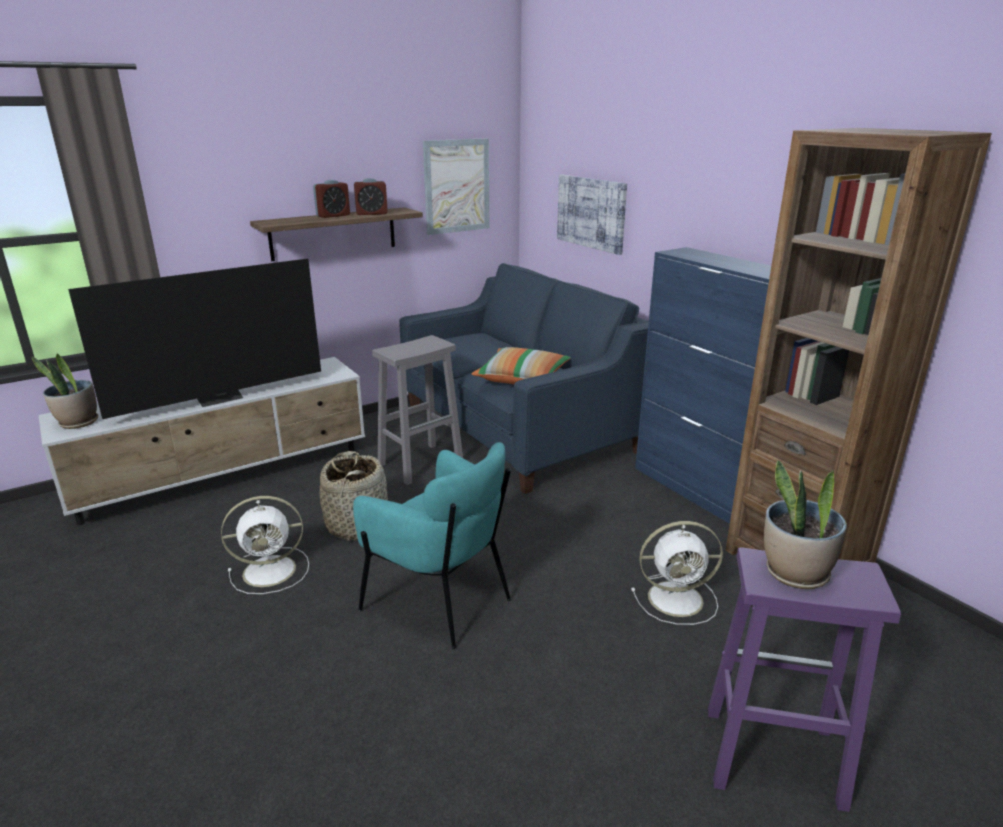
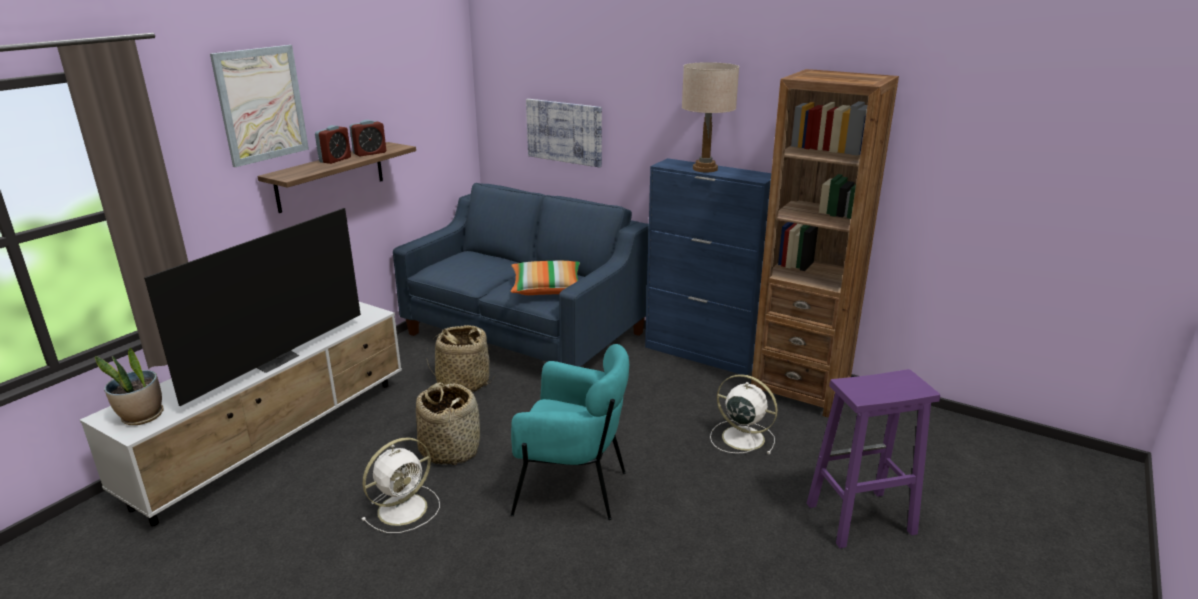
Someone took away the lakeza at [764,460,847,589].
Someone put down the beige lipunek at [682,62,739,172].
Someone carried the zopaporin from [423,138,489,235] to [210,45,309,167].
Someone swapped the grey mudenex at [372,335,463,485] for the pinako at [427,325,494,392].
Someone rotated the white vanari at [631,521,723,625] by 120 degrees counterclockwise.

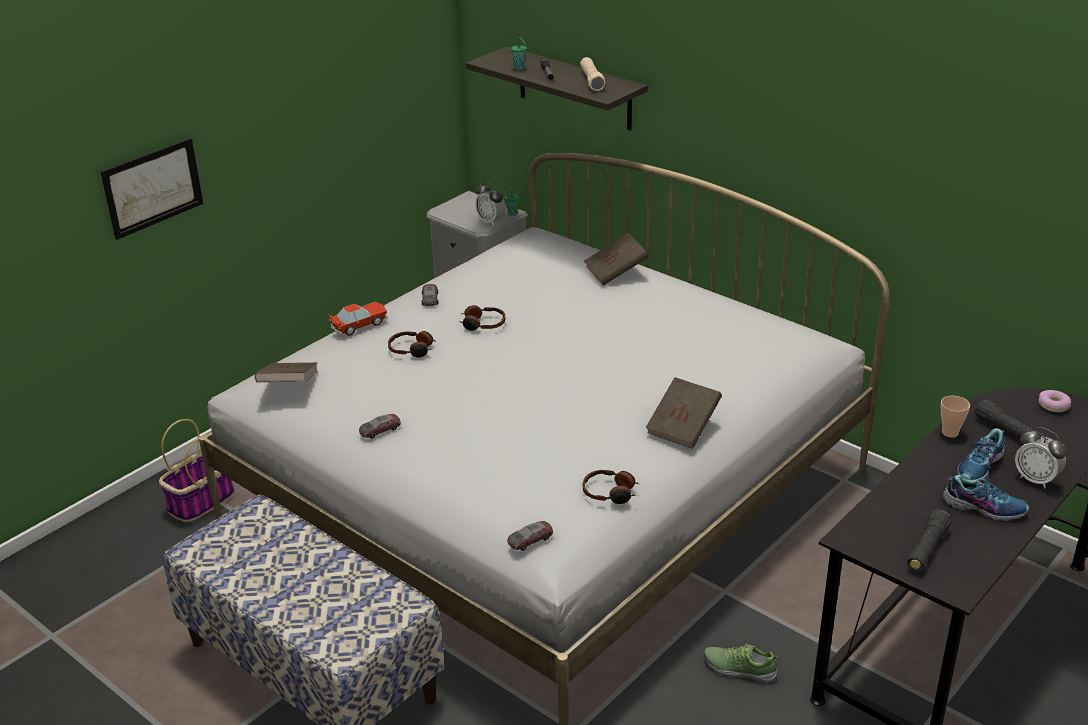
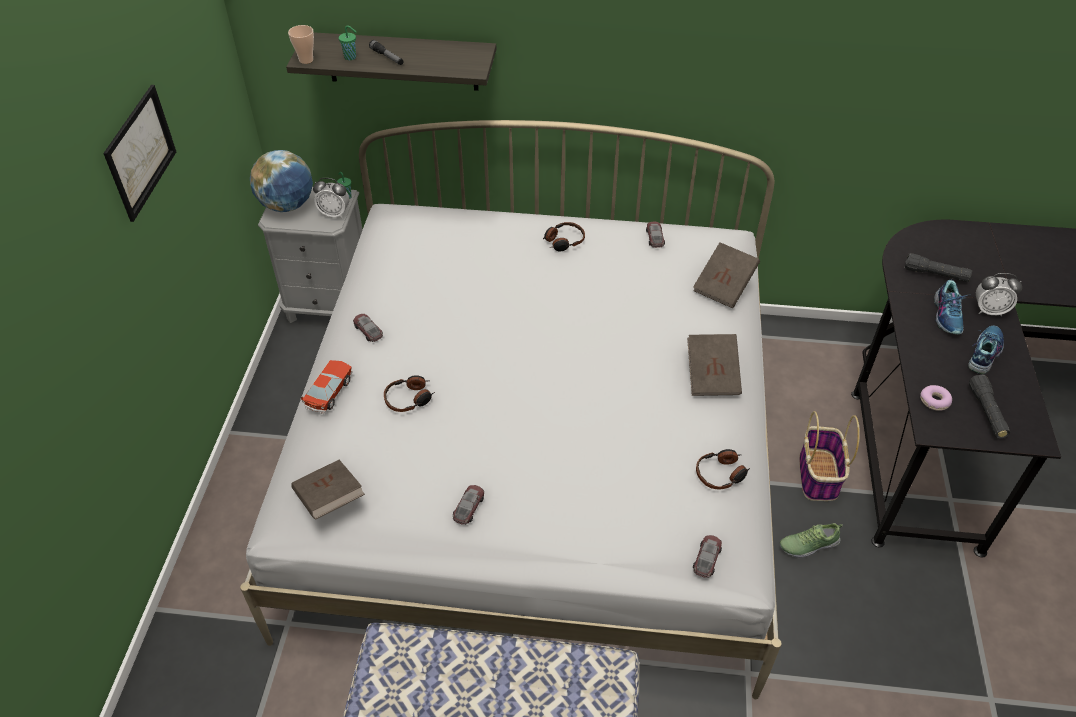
Someone took away the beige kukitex at [580,57,606,91].
Someone put down the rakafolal at [250,150,313,212].
Someone put down the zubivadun at [646,222,665,248].
Someone carried the zopaporin from [100,138,203,240] to [103,85,176,222].
Someone carried the pinako from [159,419,235,522] to [799,411,860,501].
Someone carried the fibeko from [461,305,505,331] to [542,222,585,251].
Someone carried the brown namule from [584,233,649,286] to [693,242,760,308].
Someone carried the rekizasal from [941,396,970,437] to [288,25,314,64].
Someone carried the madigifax from [1039,390,1071,412] to [920,385,952,411].
Someone rotated the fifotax at [943,473,1029,522] by 45 degrees counterclockwise.

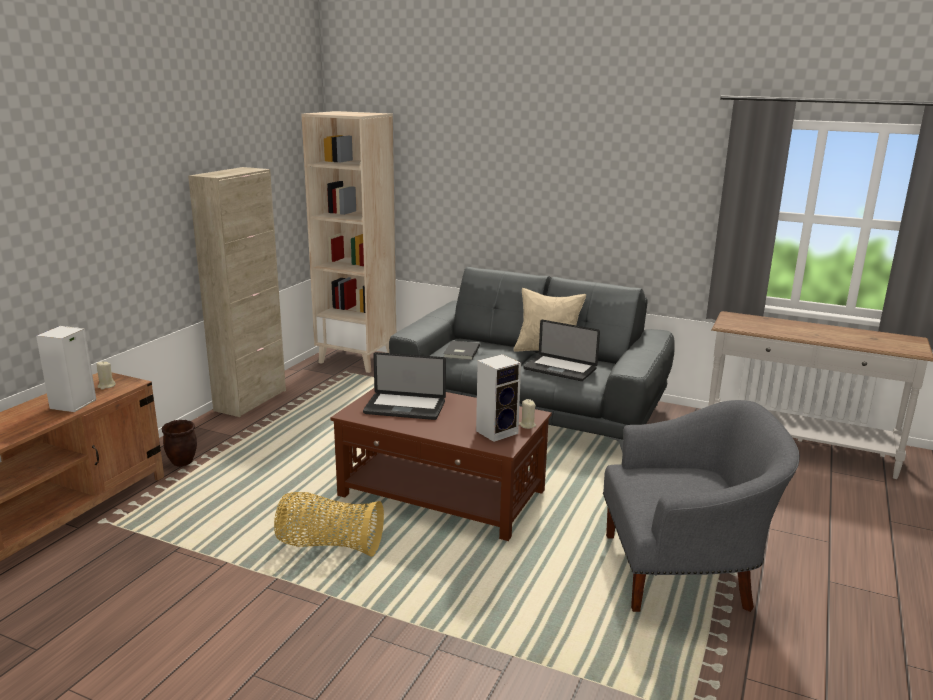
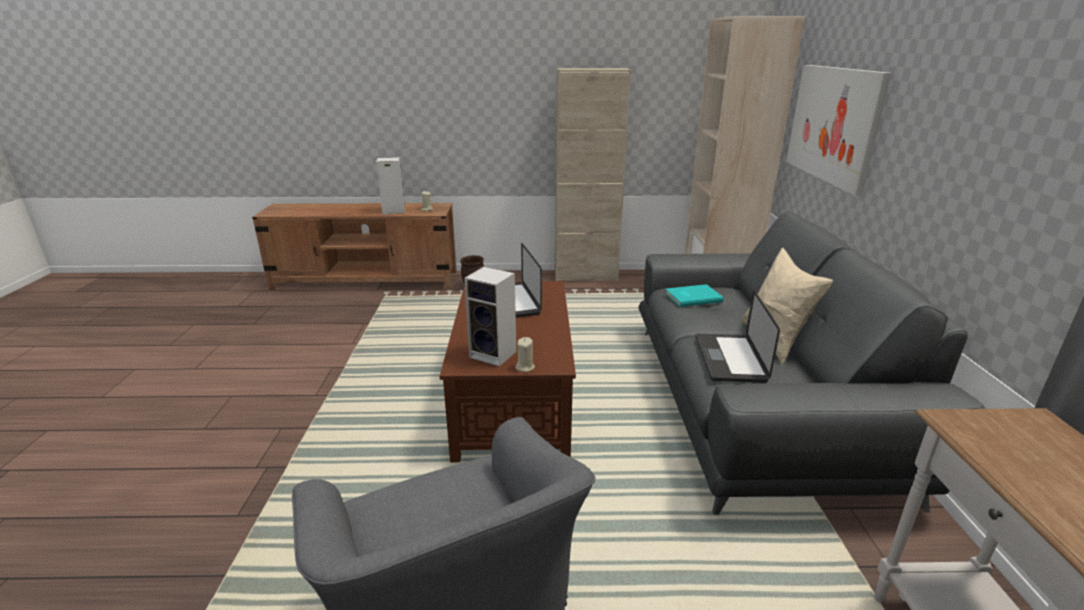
Someone took away the pinako at [274,492,384,557].
Someone put up the zopaporin at [786,65,892,196].
Someone repainted the grey namule at [443,341,480,360], which became the turquoise namule at [665,284,724,307].

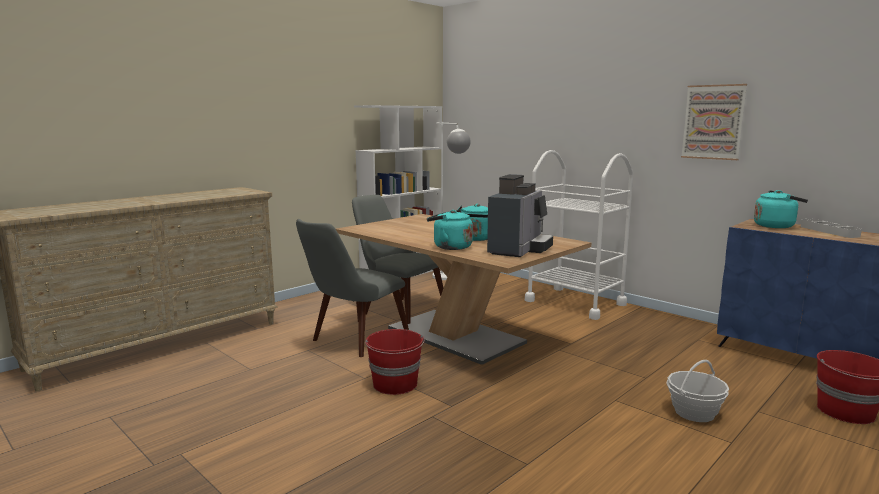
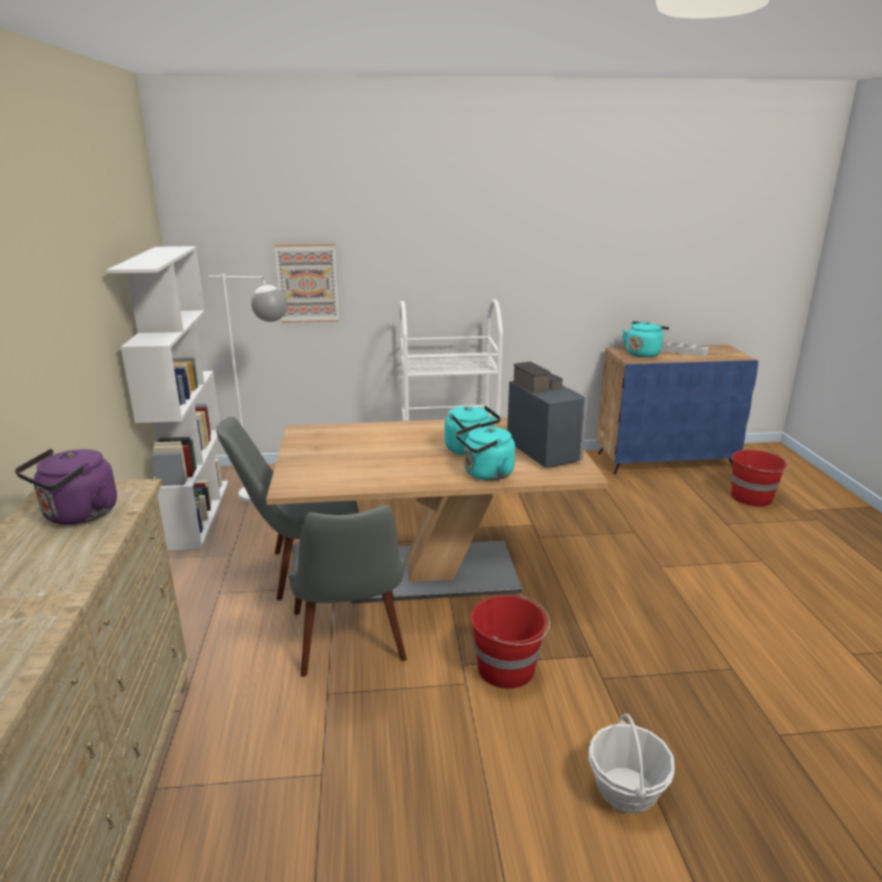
Someone put down the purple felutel at [15,449,117,525].
Someone carried the pinako from [666,360,729,422] to [588,713,675,813].
Someone carried the zopaporin from [681,84,747,160] to [274,244,339,323].

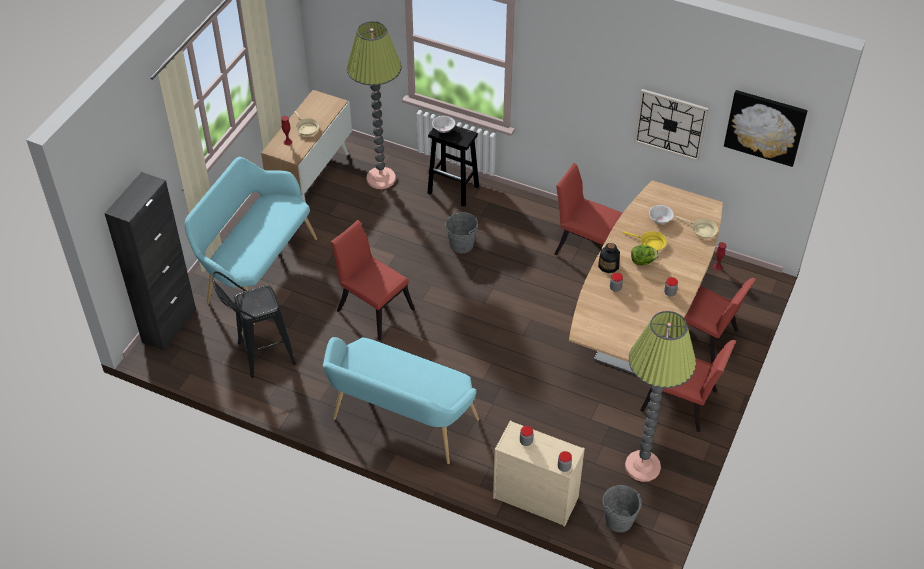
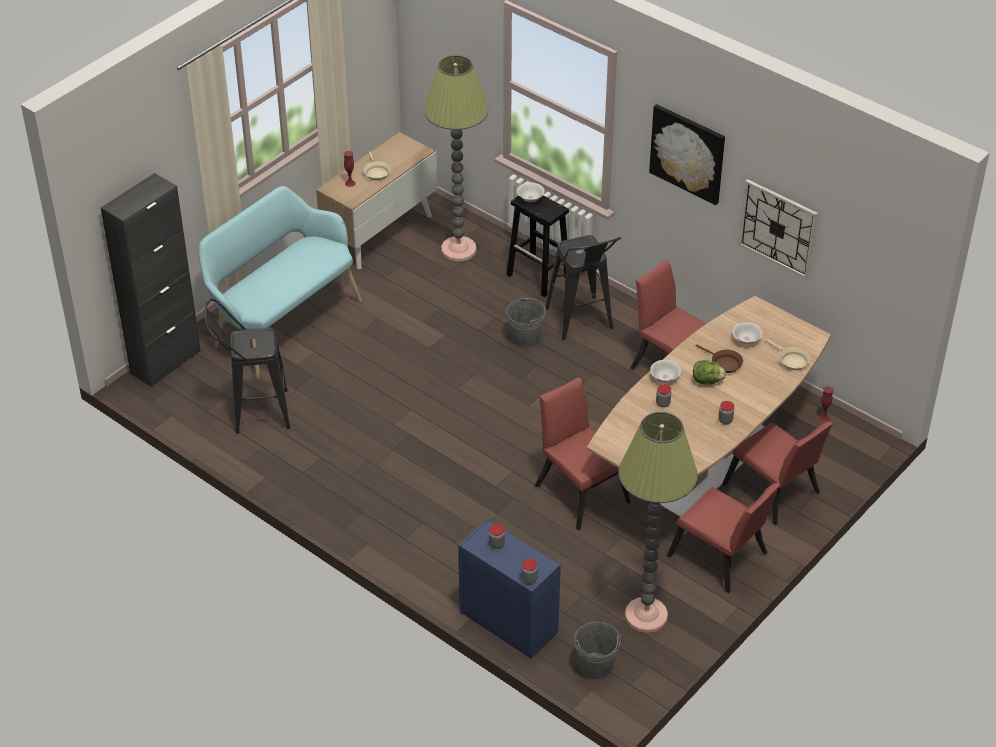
Someone took away the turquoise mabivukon at [323,337,479,464].
Someone put down the black mudenex at [546,235,621,340].
Someone carried the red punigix from [331,220,415,340] to [535,377,631,531].
Someone carried the zopaporin from [724,90,808,167] to [649,104,725,205].
Someone swapped the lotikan at [598,243,620,273] for the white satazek at [650,360,681,383].
Someone repainted the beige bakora at [493,420,585,527], which became the blue bakora at [458,519,561,659].
Someone repainted the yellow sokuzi at [623,231,667,251], which became the brown sokuzi at [696,344,743,373].

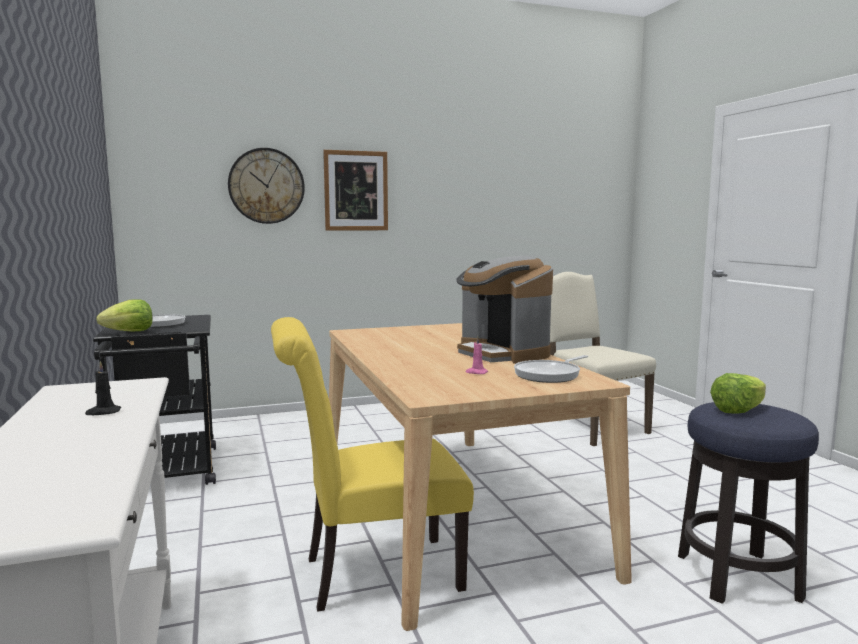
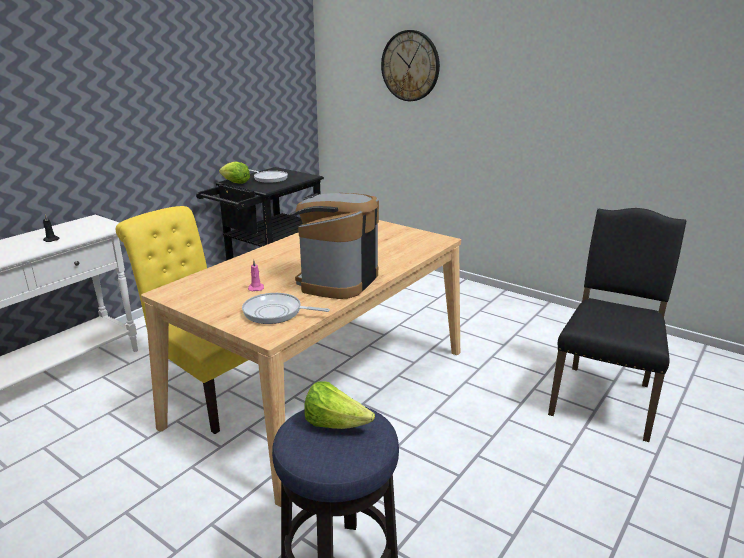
Someone took away the zopaporin at [323,150,388,231].
Someone repainted the beige punigix at [550,272,656,446], which became the black punigix at [548,208,686,442].

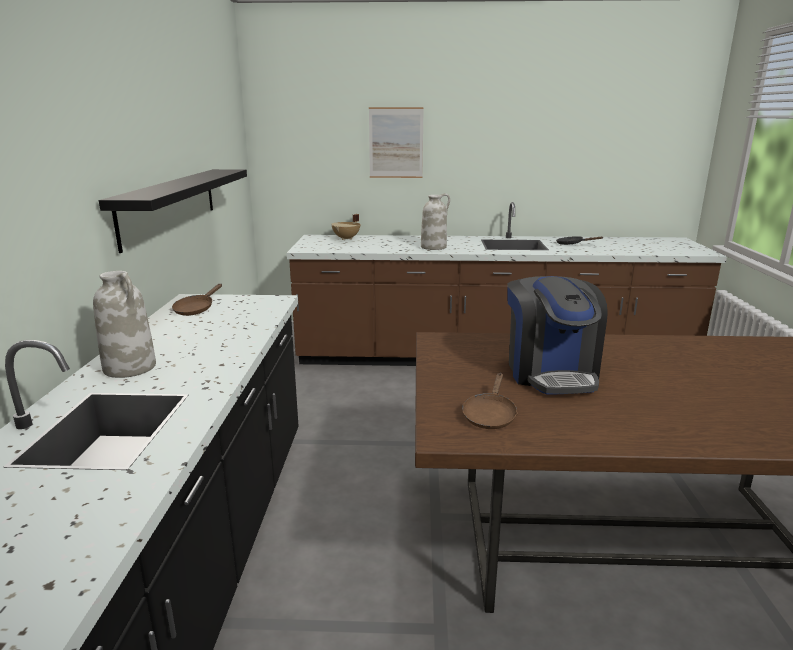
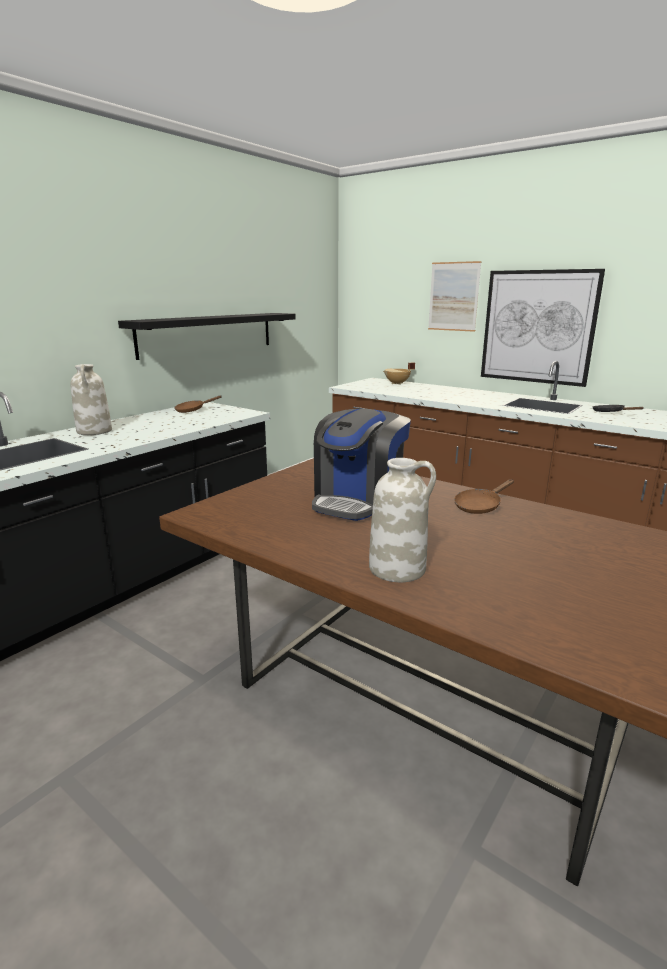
Someone put up the zopaporin at [481,269,605,387].
Someone carried the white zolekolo from [421,193,450,250] to [369,458,436,582].
Someone carried the brown sokuzi from [462,373,518,429] to [454,479,514,514].

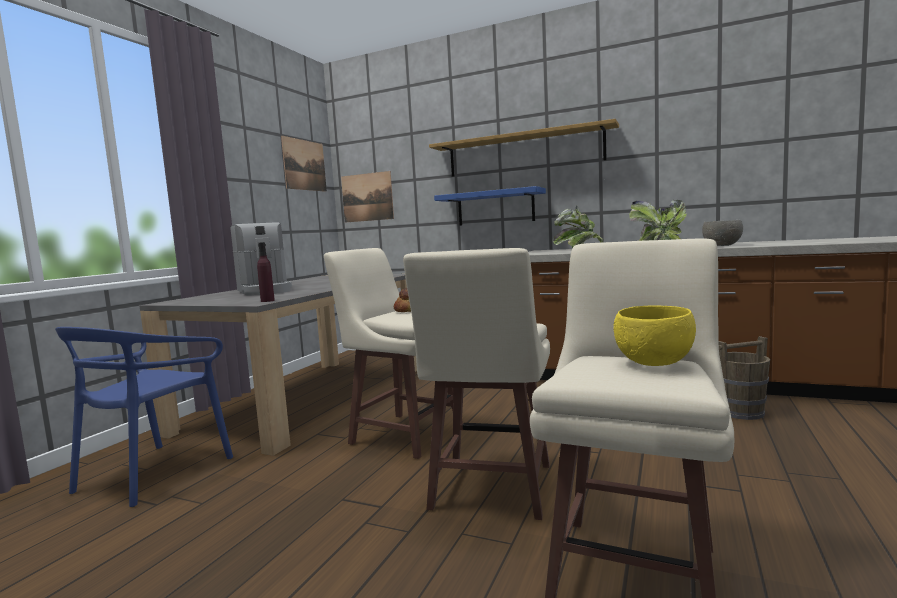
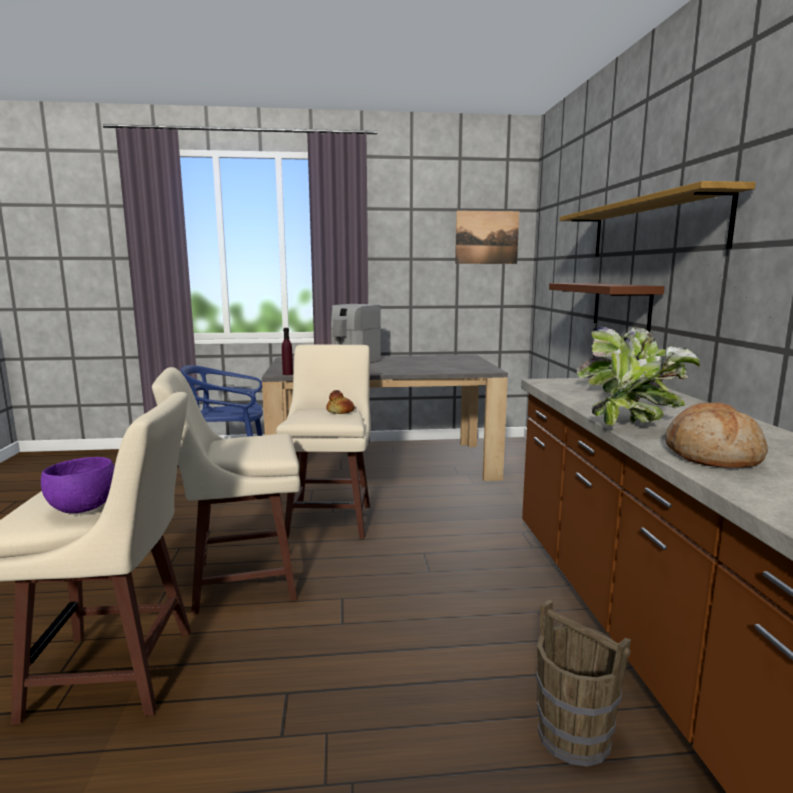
Someone took away the zopaporin at [341,171,394,223].
Someone swapped the grey satazek at [702,220,743,246] for the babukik at [665,403,768,467].
Someone repainted the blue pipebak at [434,186,546,226], which became the brown pipebak at [549,283,664,332].
Someone repainted the yellow satazek at [614,305,696,366], which became the purple satazek at [41,457,115,513].

